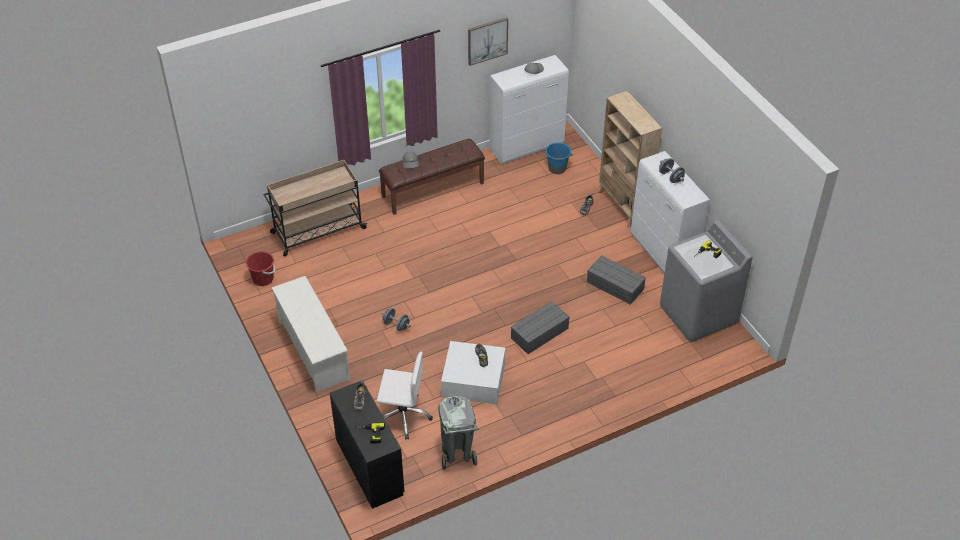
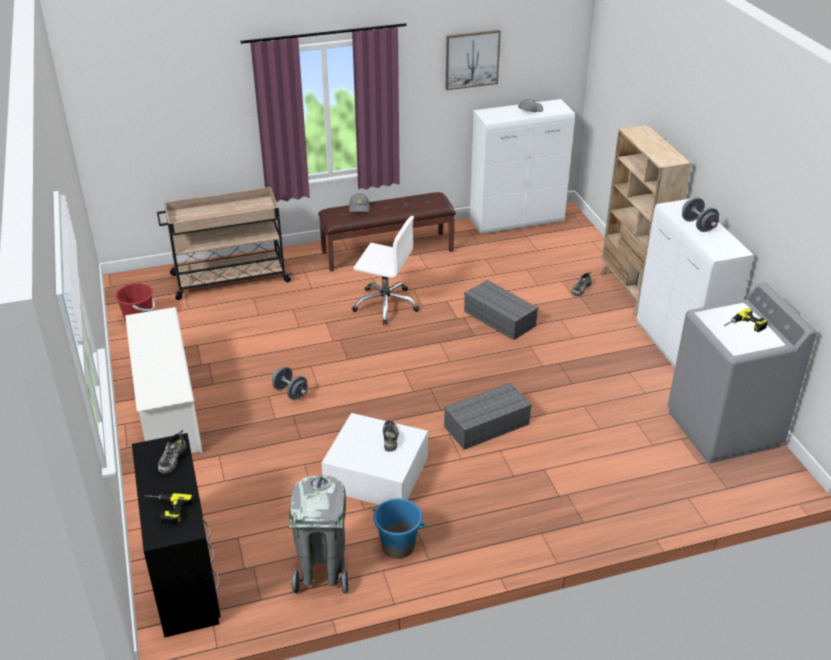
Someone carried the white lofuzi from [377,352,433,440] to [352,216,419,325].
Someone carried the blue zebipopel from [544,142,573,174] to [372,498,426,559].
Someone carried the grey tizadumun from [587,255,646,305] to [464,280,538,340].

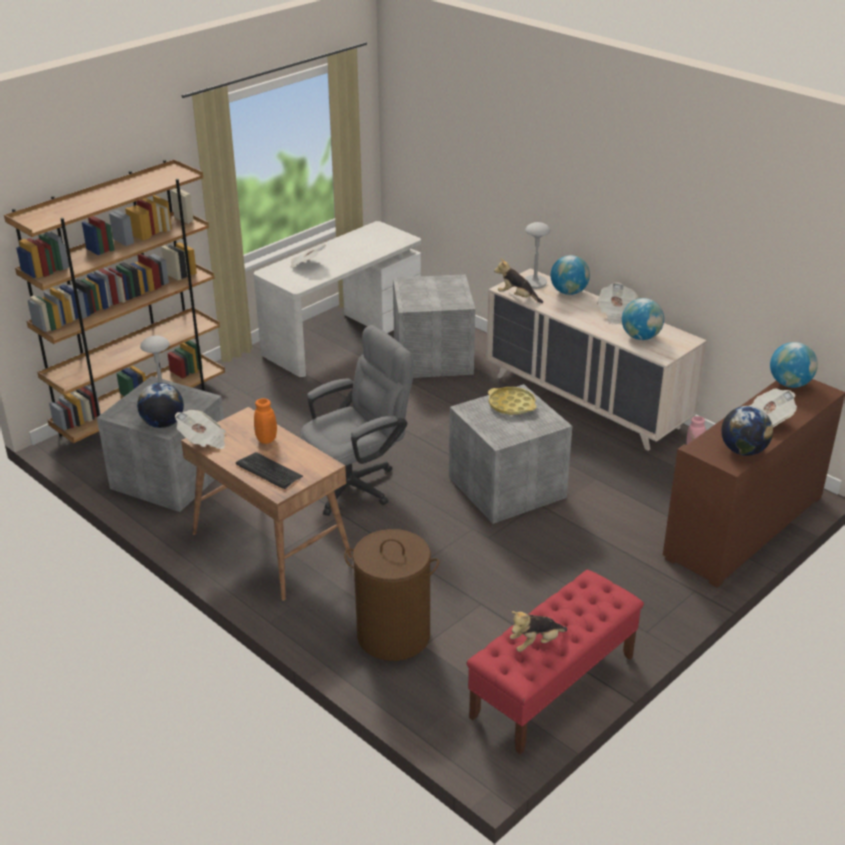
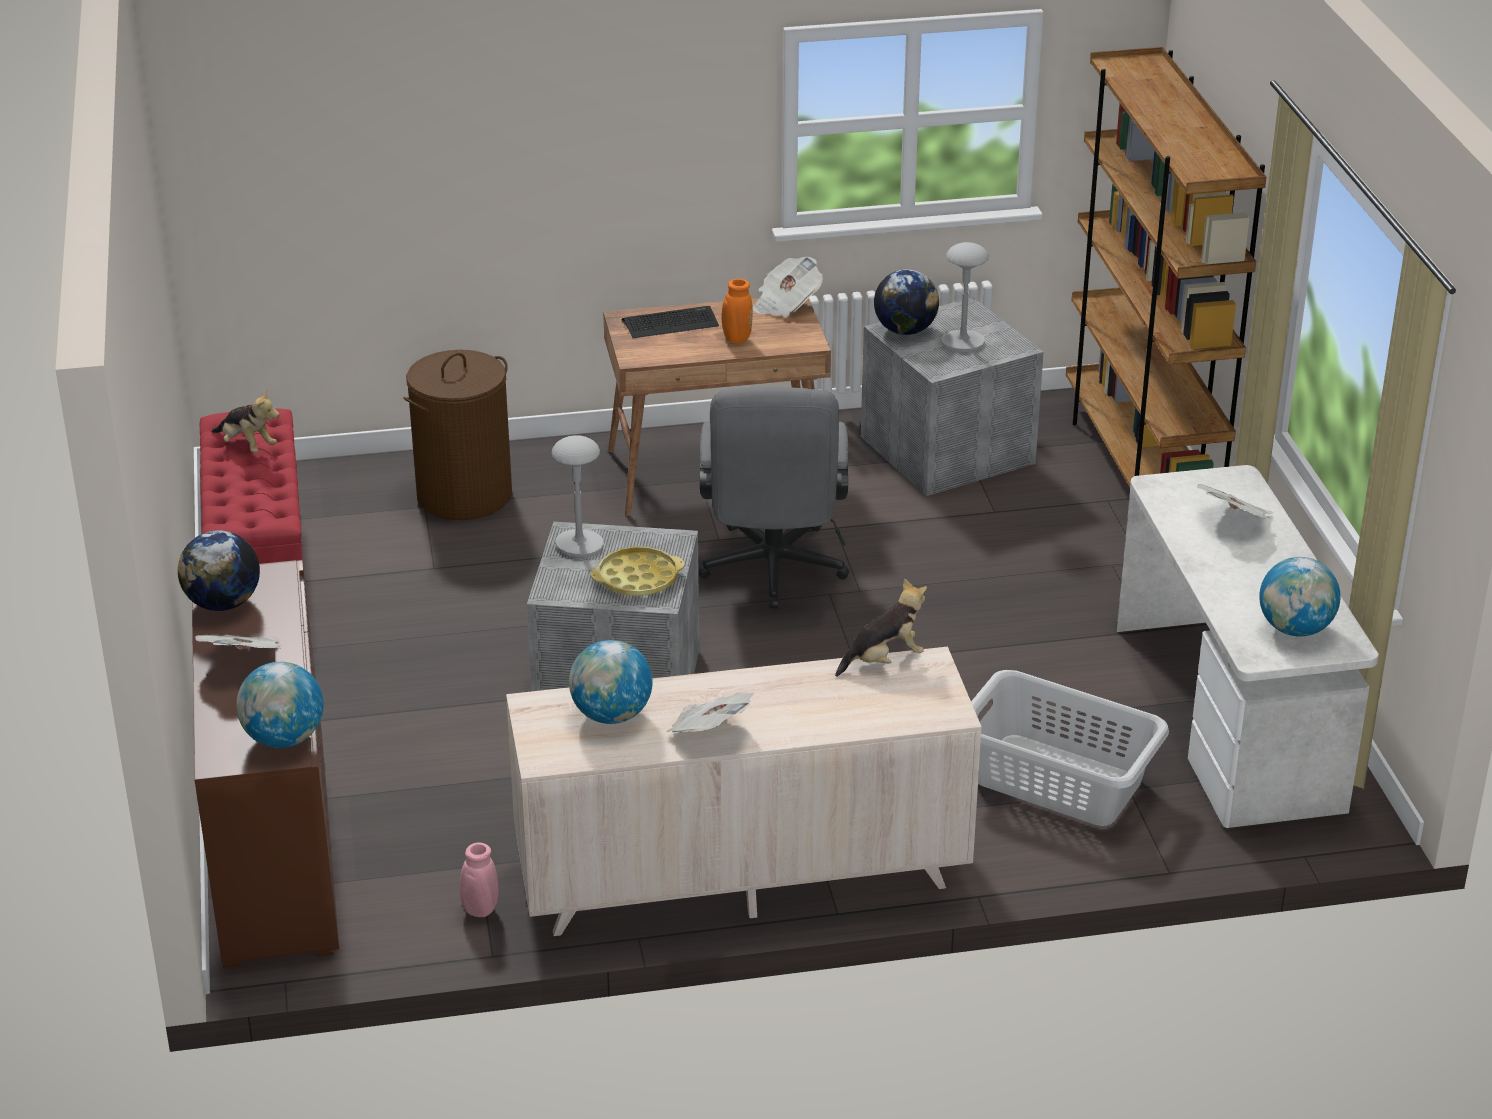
Someone carried the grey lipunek from [525,222,551,289] to [551,435,604,558].
Someone carried the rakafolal from [551,255,590,295] to [1259,557,1341,637].
Someone swapped the grey tizadumun at [393,274,475,378] for the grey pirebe at [971,670,1169,826].
Someone rotated the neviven at [510,611,567,652] by 120 degrees clockwise.

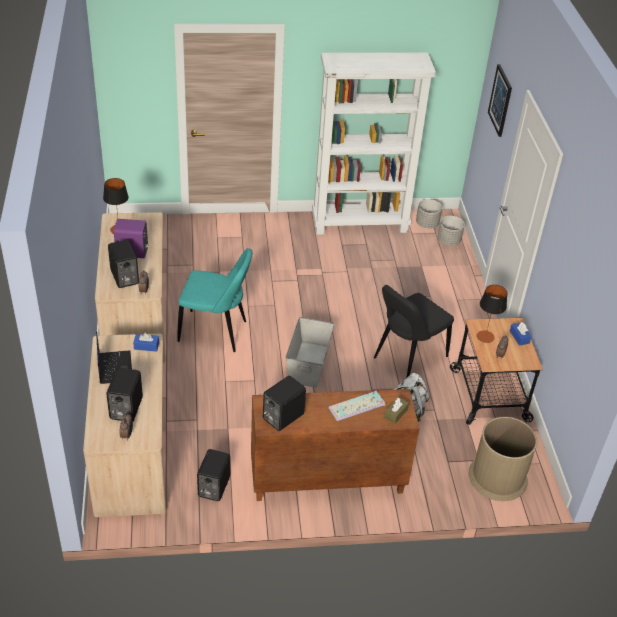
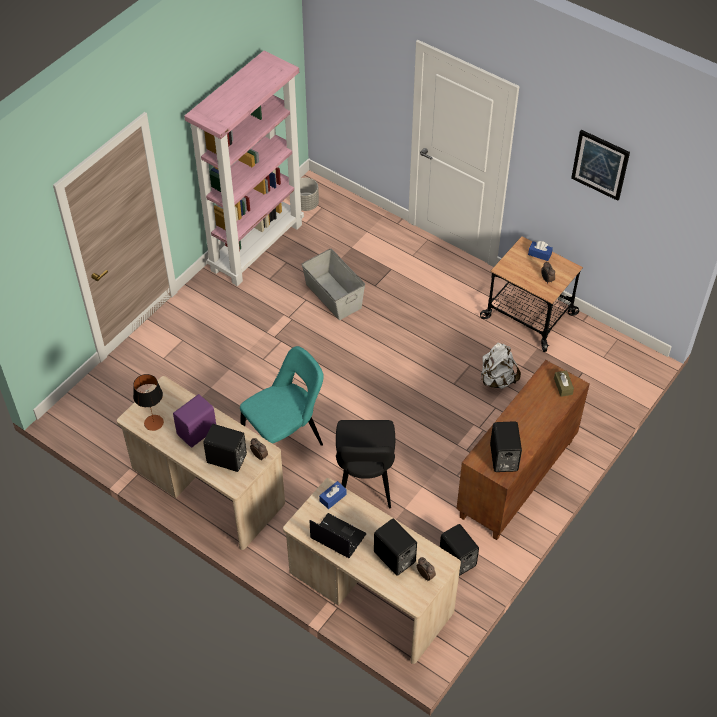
Someone took away the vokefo at [329,391,386,421].
Someone took away the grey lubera at [438,216,465,246].
Someone took away the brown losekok at [469,417,537,501].
Someone took away the lipunek at [477,285,507,343].
Someone carried the grey tizadumun from [286,317,335,388] to [302,249,365,320].
Someone carried the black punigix from [374,285,454,378] to [336,420,395,508].
Someone carried the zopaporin from [488,64,512,137] to [571,130,630,201].
Someone repainted the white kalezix at [312,53,436,235], which became the pink kalezix at [184,51,304,286].

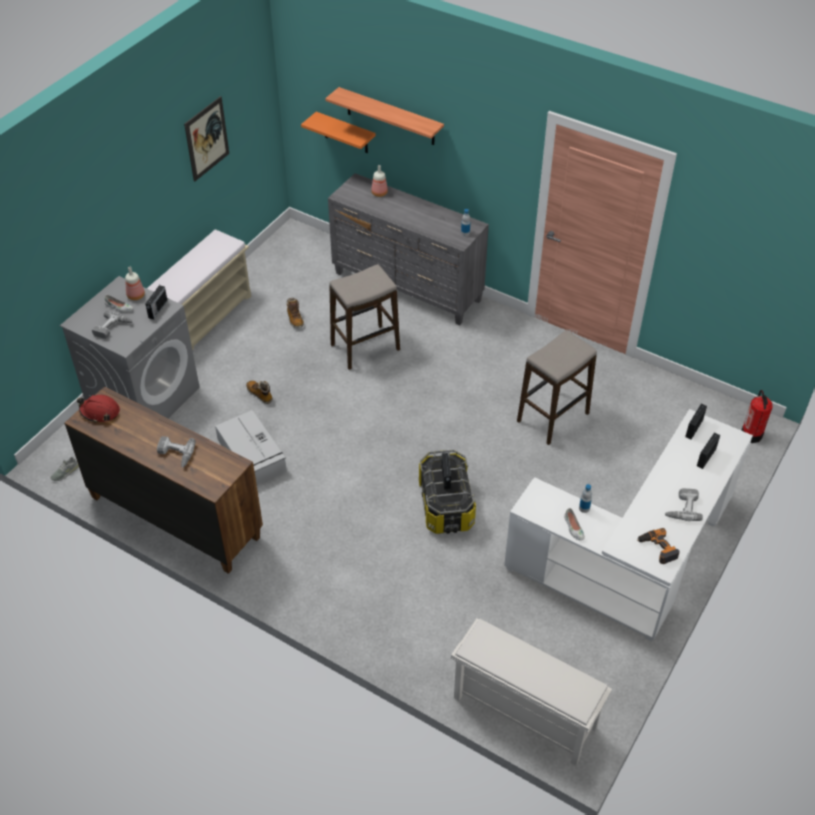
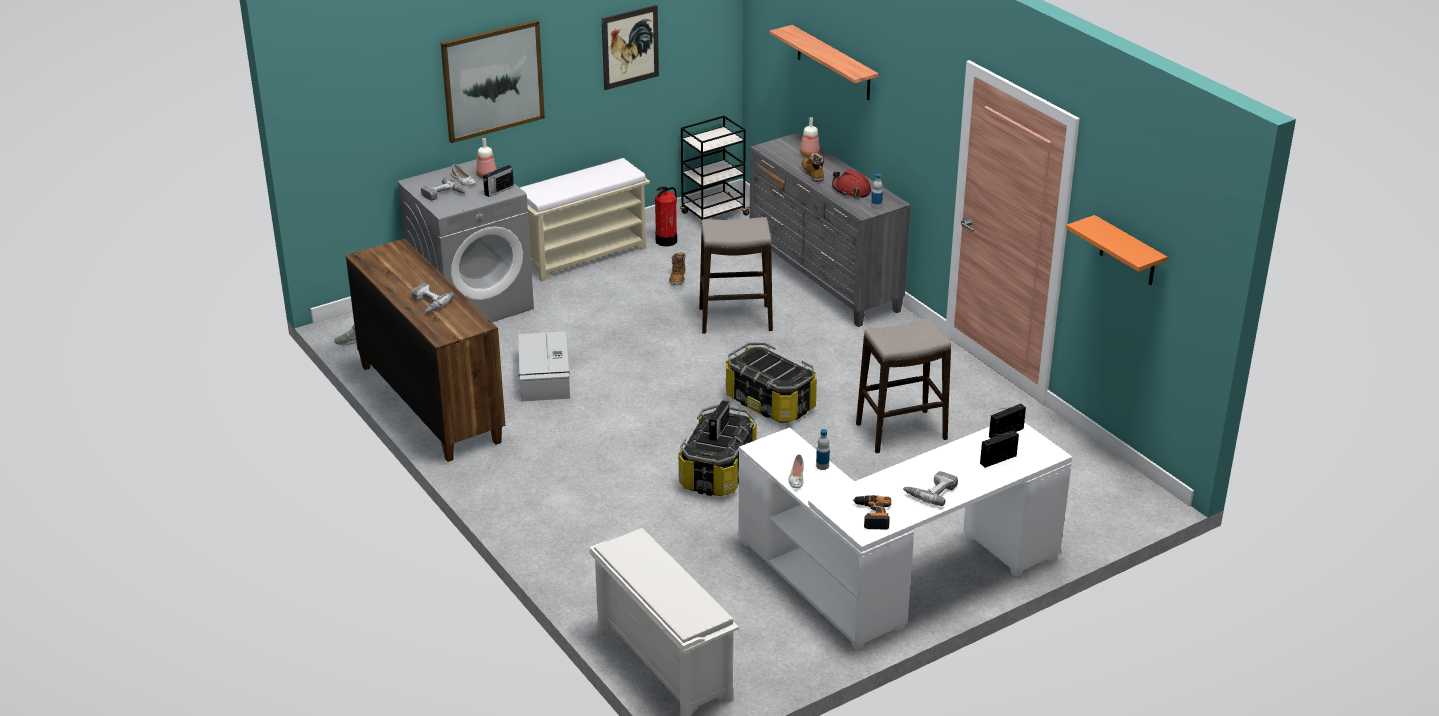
Someone put up the zopaporin at [441,20,545,143].
Someone put down the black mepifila at [680,116,750,223].
Someone put down the tizadumun at [726,342,817,423].
Someone carried the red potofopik from [77,395,120,423] to [832,170,871,198].
Someone carried the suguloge from [246,381,273,404] to [801,153,824,182].
Someone carried the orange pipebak from [301,112,376,153] to [1066,215,1167,285].
Someone carried the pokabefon from [741,390,773,443] to [655,187,677,247].

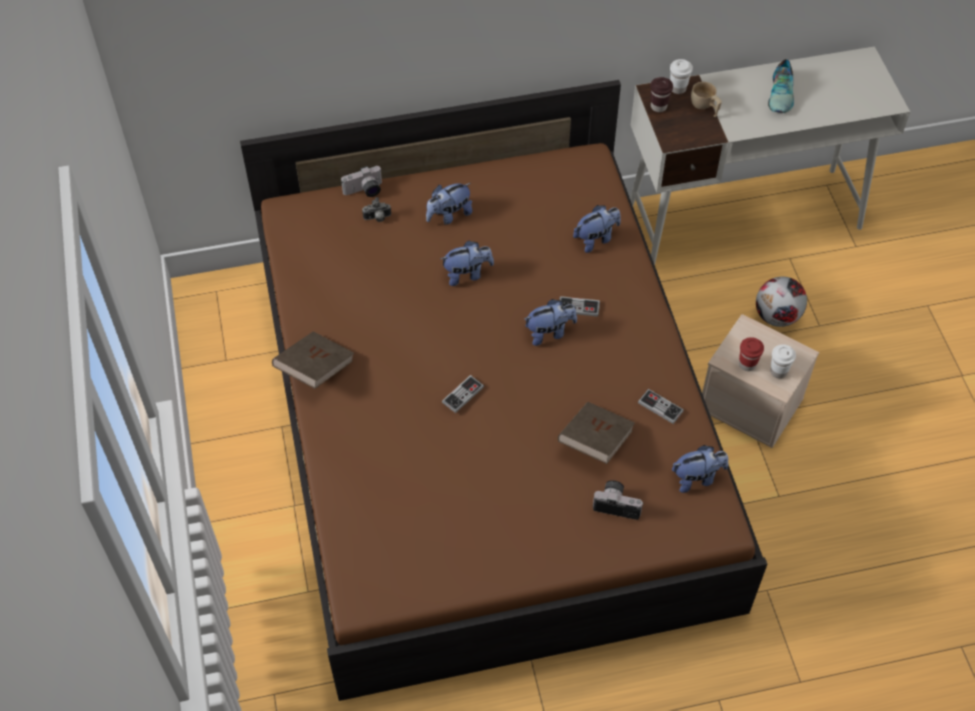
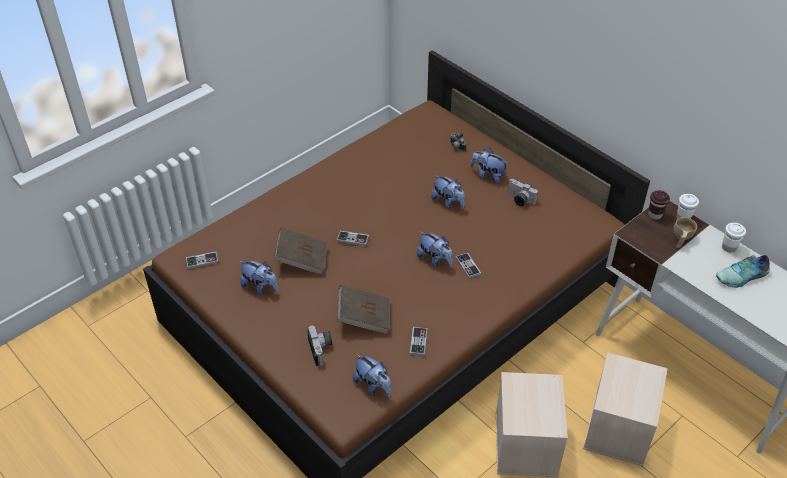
Someone took away the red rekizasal at [739,337,764,371].
Someone put down the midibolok at [186,251,219,269].
Someone carried the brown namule from [272,332,354,389] to [274,227,327,275].
Someone carried the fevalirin from [341,166,382,197] to [508,179,538,206].
Someone carried the neviven from [573,205,621,253] to [240,261,278,295].
Someone carried the white rekizasal from [770,344,796,378] to [722,223,746,253].
Someone swapped the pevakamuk at [756,276,807,327] for the beige tizadumun at [583,352,668,466].

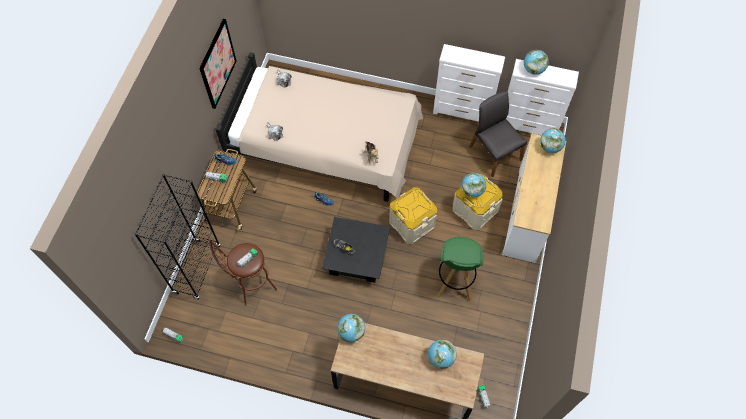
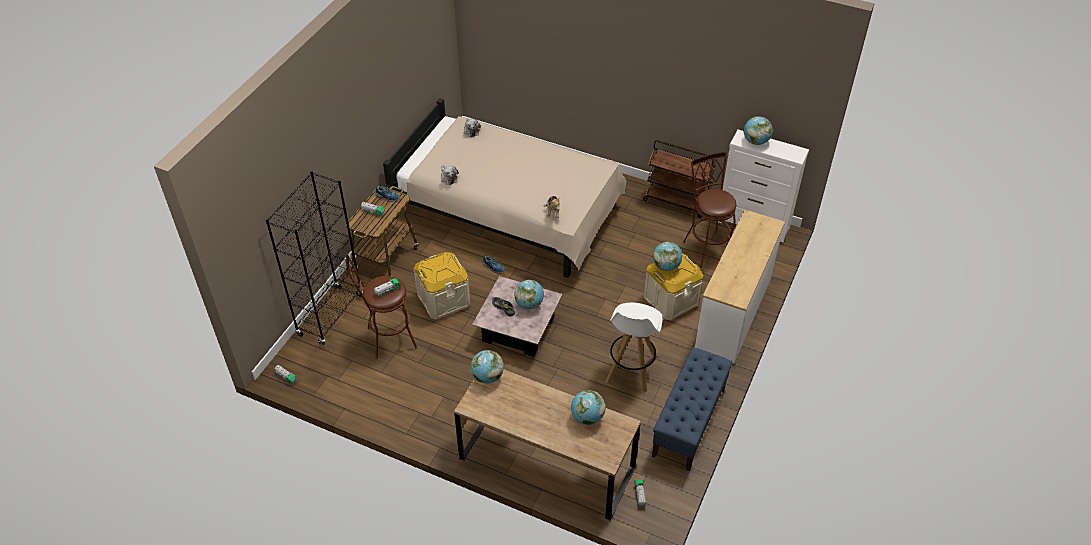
Someone took away the zopaporin at [199,19,237,109].
Someone put down the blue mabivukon at [652,347,733,471].
Someone carried the beige tizadumun from [389,187,437,244] to [414,252,470,320].
Someone carried the rakafolal from [540,128,566,153] to [514,280,544,309].
Someone swapped the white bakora at [433,44,505,122] for the brown mepifila at [643,140,715,218].
Someone swapped the grey punigix at [469,91,527,177] for the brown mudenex at [683,152,737,268].
Someone repainted the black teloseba at [322,217,390,283], which became the pink teloseba at [472,276,563,357].
Someone repainted the green mudenex at [437,237,483,301], which became the white mudenex at [606,303,663,393].

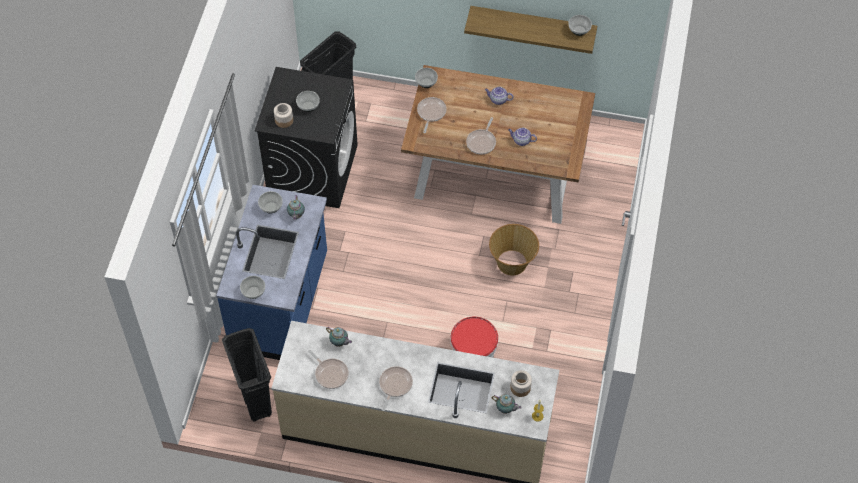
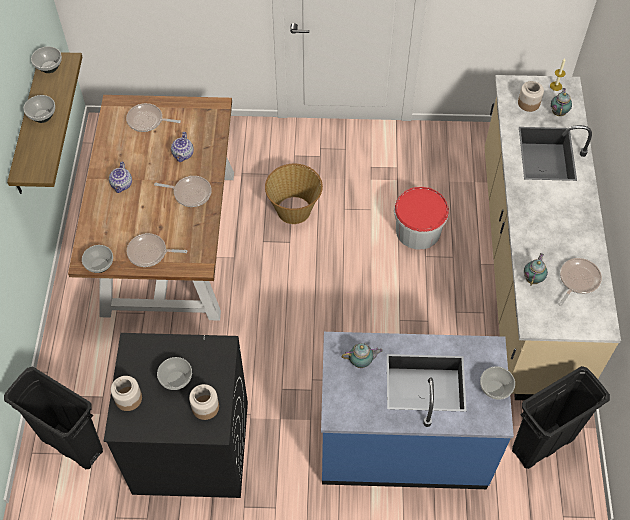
Someone put down the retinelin at [111,376,142,411].
Someone carried the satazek from [258,191,283,213] to [24,95,55,123].
Someone carried the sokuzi from [379,366,413,411] to [126,103,181,132].

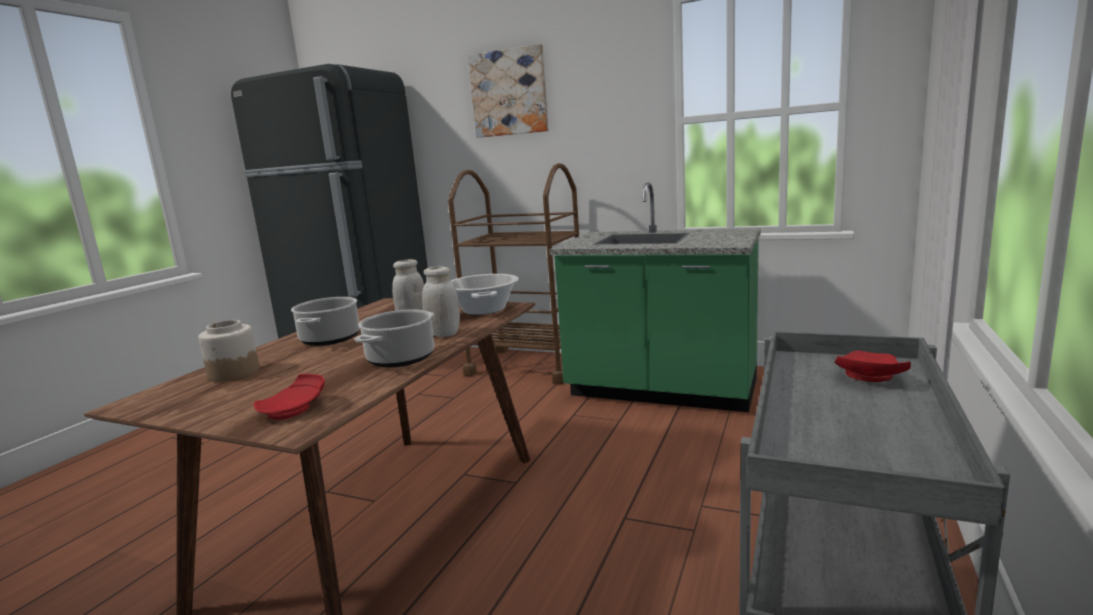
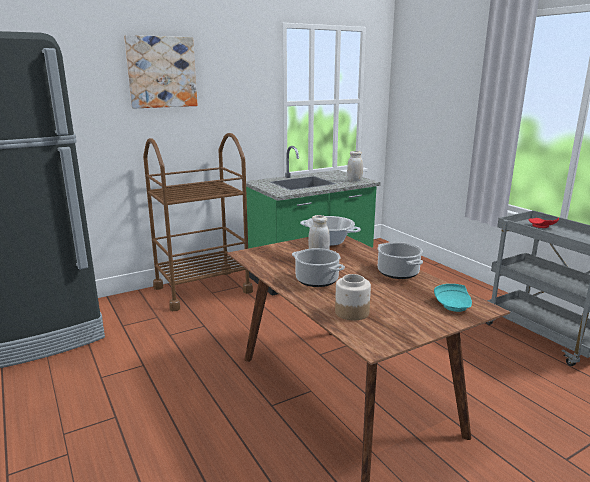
Someone carried the white retinelin from [422,266,460,337] to [347,151,363,182].
Someone repainted the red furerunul at [253,374,325,420], which became the turquoise furerunul at [434,284,472,312].

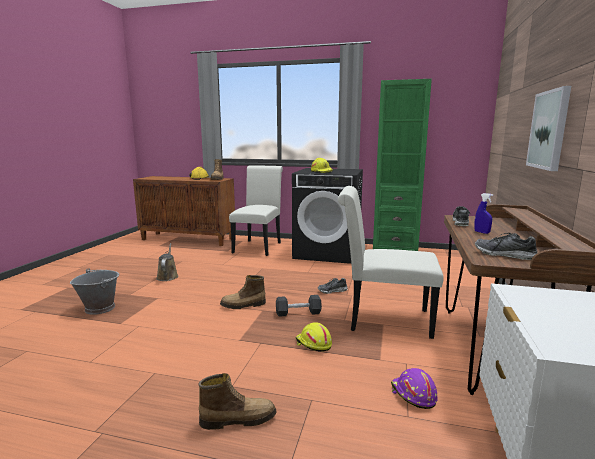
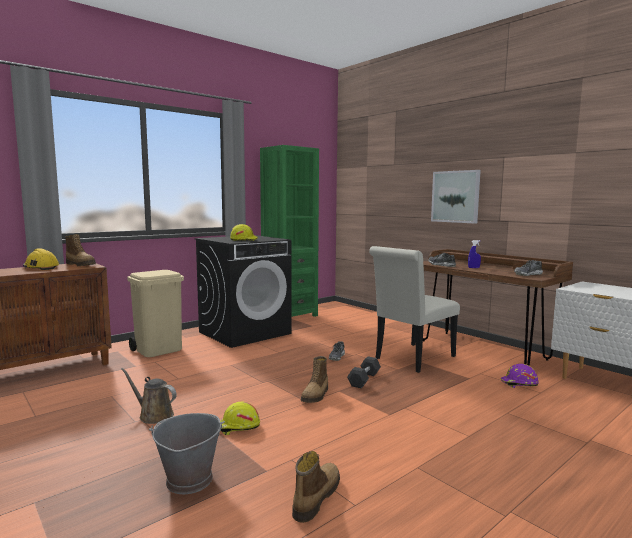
Someone carried the suguloge from [199,373,276,430] to [292,451,340,523].
Someone carried the yellow potofopik from [296,322,332,351] to [220,402,260,435].
Someone swapped the white punigix at [229,165,283,256] for the beige losekok at [127,270,184,357].

